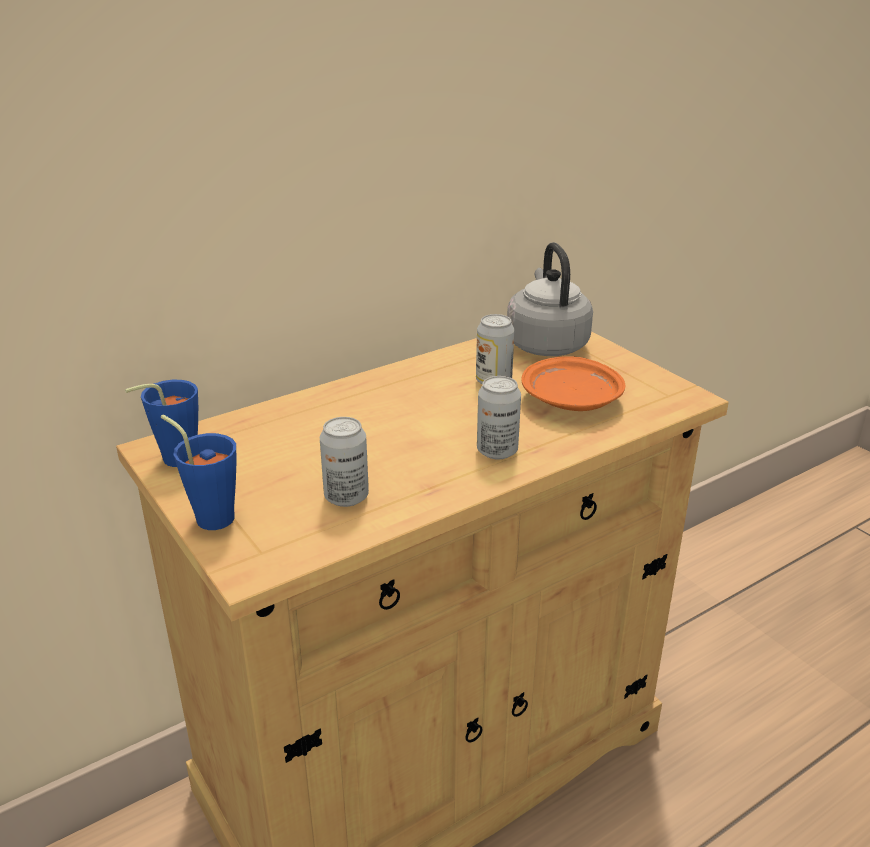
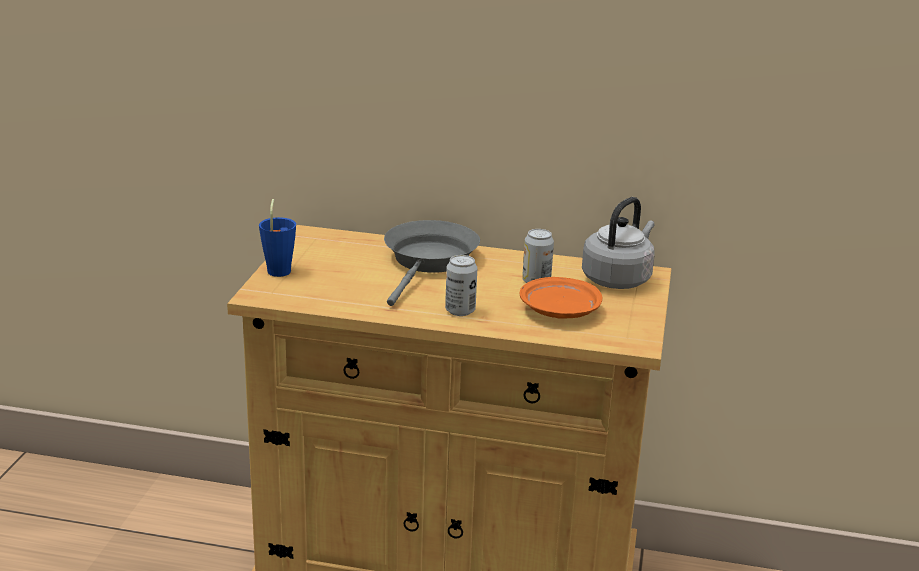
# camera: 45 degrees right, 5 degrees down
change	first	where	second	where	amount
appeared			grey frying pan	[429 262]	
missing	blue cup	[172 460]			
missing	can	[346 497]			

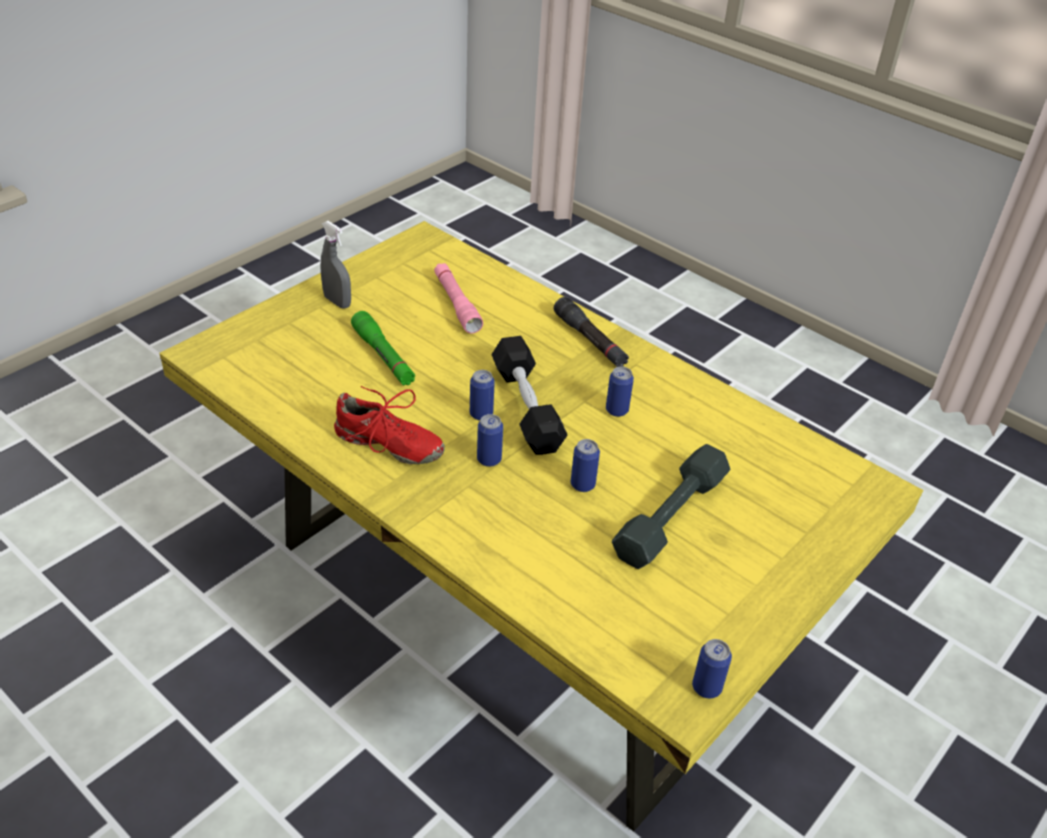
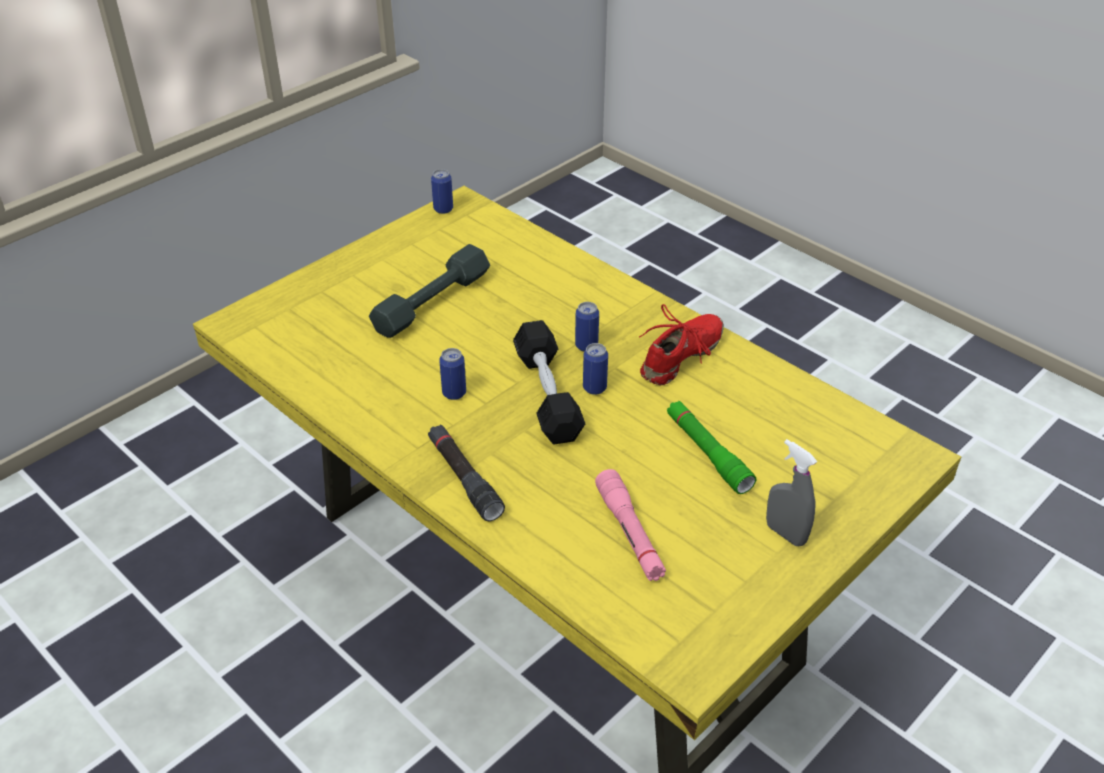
# camera: 175 degrees left, 0 degrees up
change	first	where	second	where	amount
spun	red shoe	[388 445]		[682 357]	105 degrees clockwise
missing	can	[582 484]			

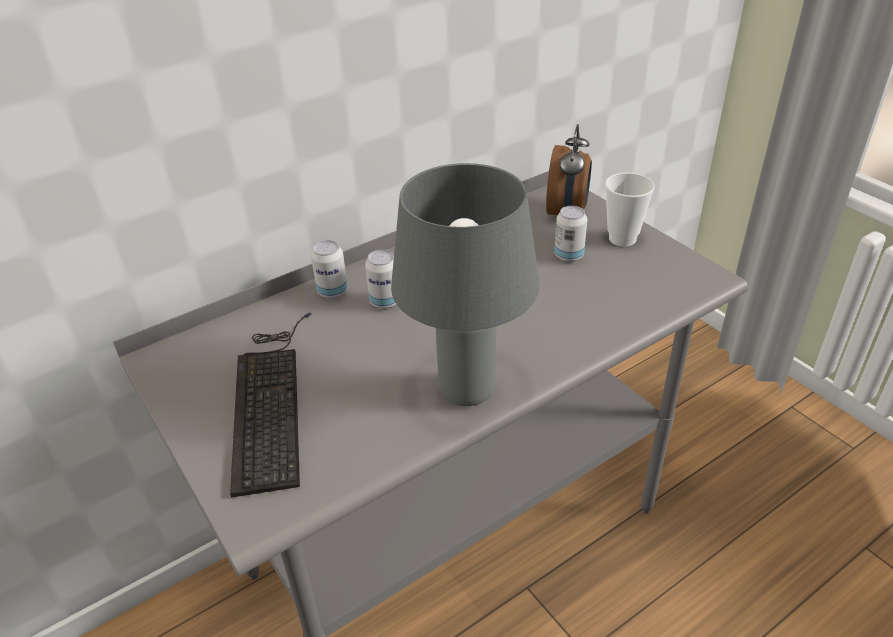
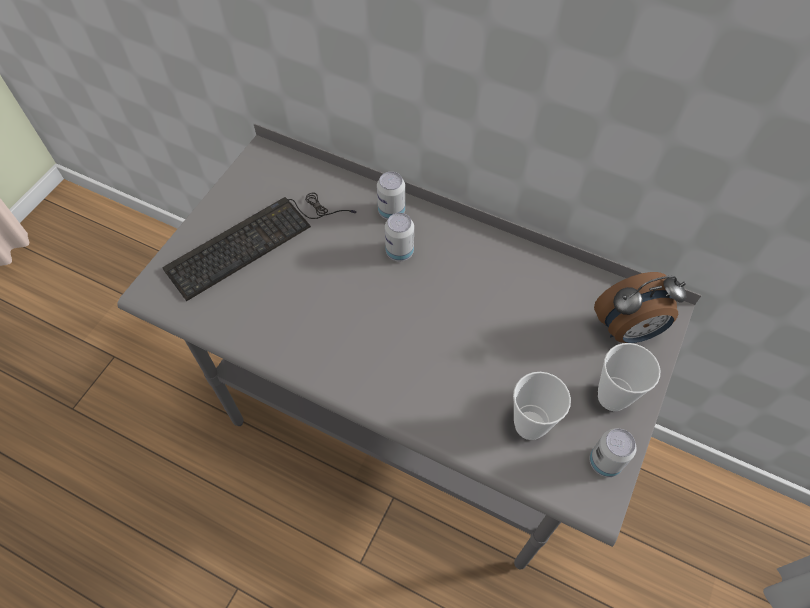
# camera: 60 degrees right, 20 degrees up
change	first	where	second	where	amount
appeared			cup	[530 425]	
relocated	can	[568 256]		[605 462]	
missing	grey table lamp	[466 390]			

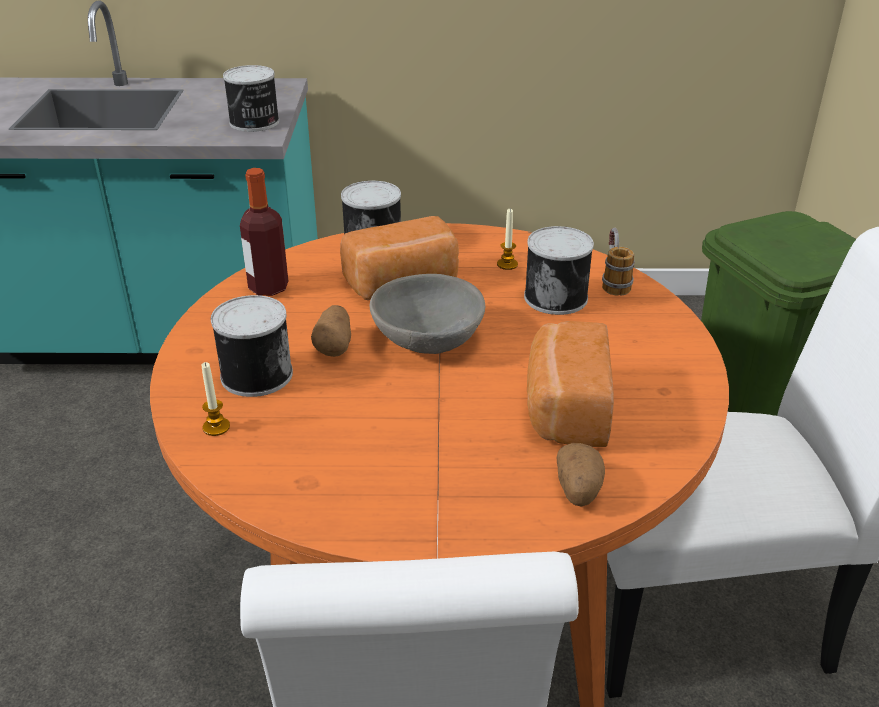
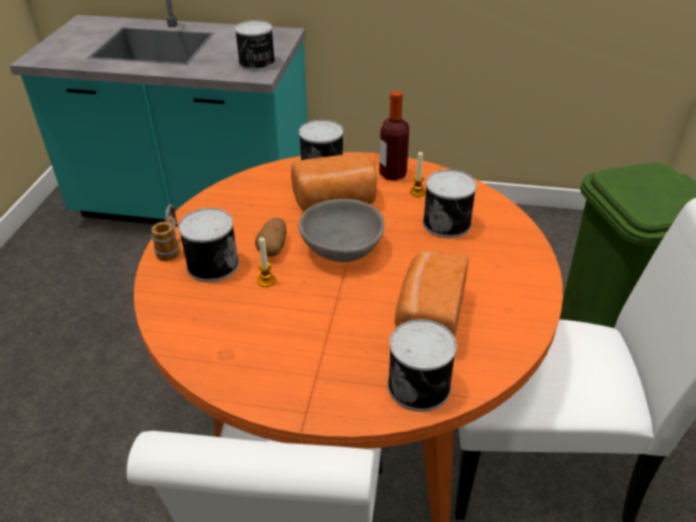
# camera: 10 degrees right, 5 degrees up
change	first	where	second	where	amount
relocated	mug	[613 281]		[171 247]	
relocated	candle	[216 427]		[266 280]	
relocated	bottle	[268 287]		[393 174]	
exchanged	potato	[578 490]	can	[420 385]	

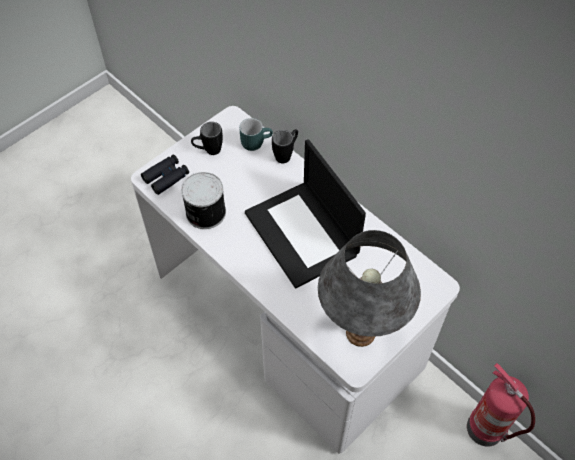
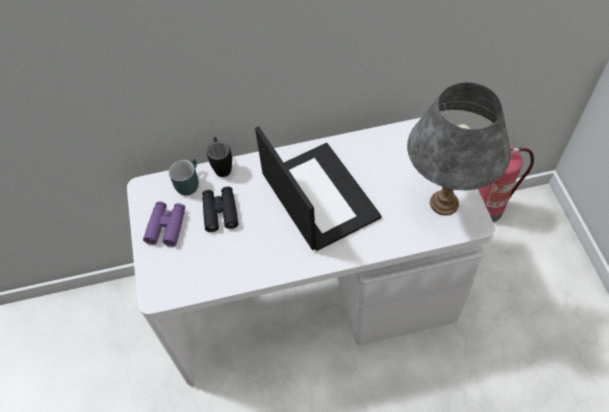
# camera: 55 degrees left, 0 degrees up
change	first	where	second	where	amount
exchanged	black mug	[208 151]	purple binoculars	[166 226]	
relocated	black binoculars	[166 177]		[220 212]	
spun	laptop	[303 234]		[318 196]	120 degrees counterclockwise
missing	can	[204 212]			

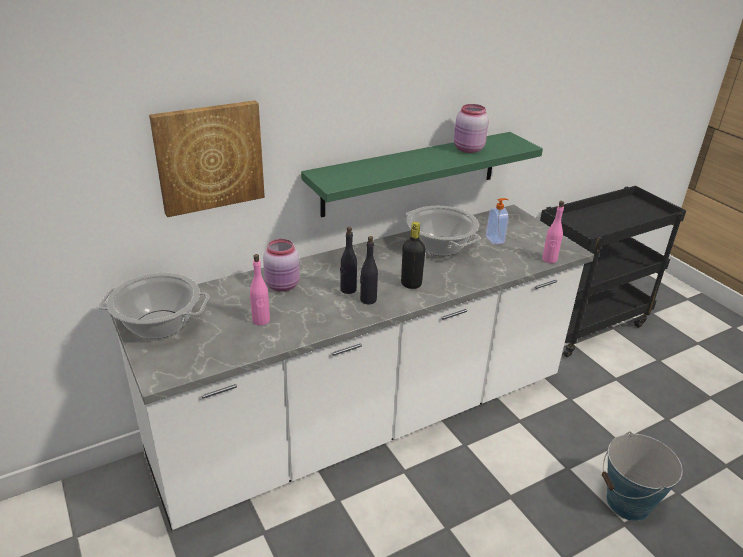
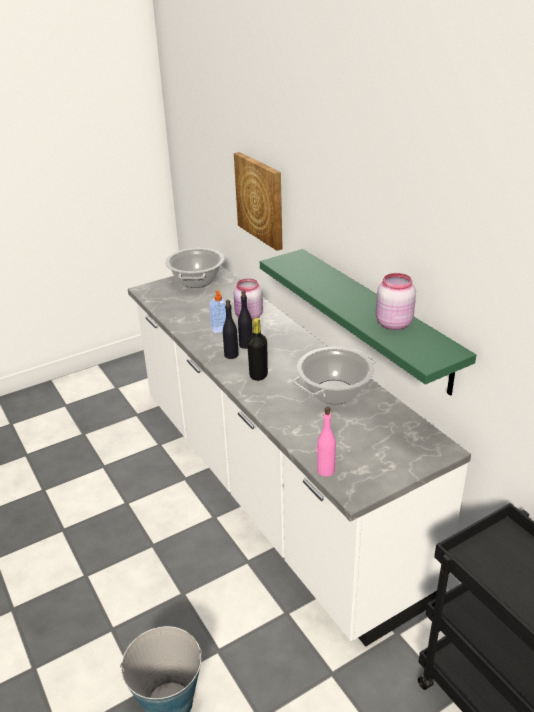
# camera: 90 degrees right, 0 degrees up
change	first	where	second	where	amount
relocated	soap dispenser	[495 239]		[220 329]	
missing	pink bottle	[261 320]			

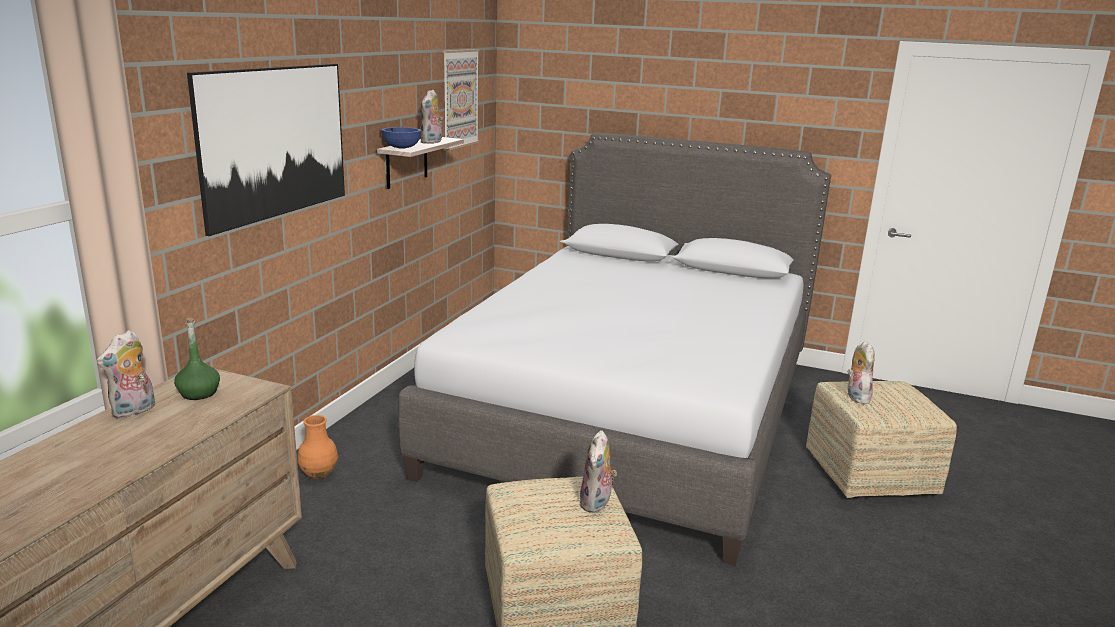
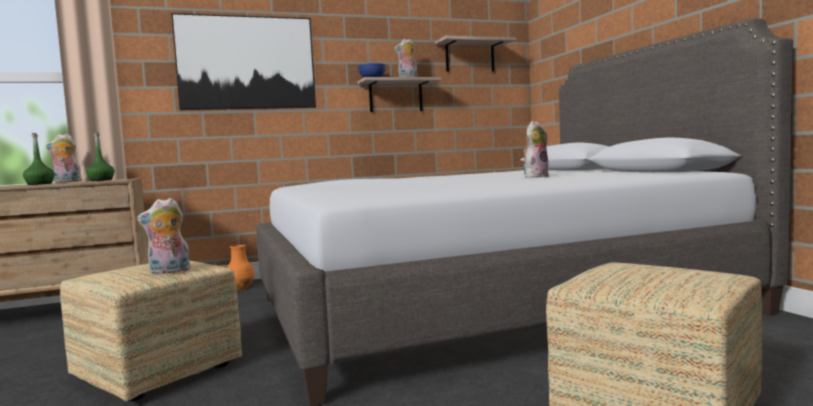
# camera: 50 degrees right, 15 degrees down
change	first	where	second	where	amount
appeared			green bottle	[40 184]	
exchanged	picture	[460 99]	shelf	[469 56]	
relocated	plush toy	[855 397]		[535 177]	

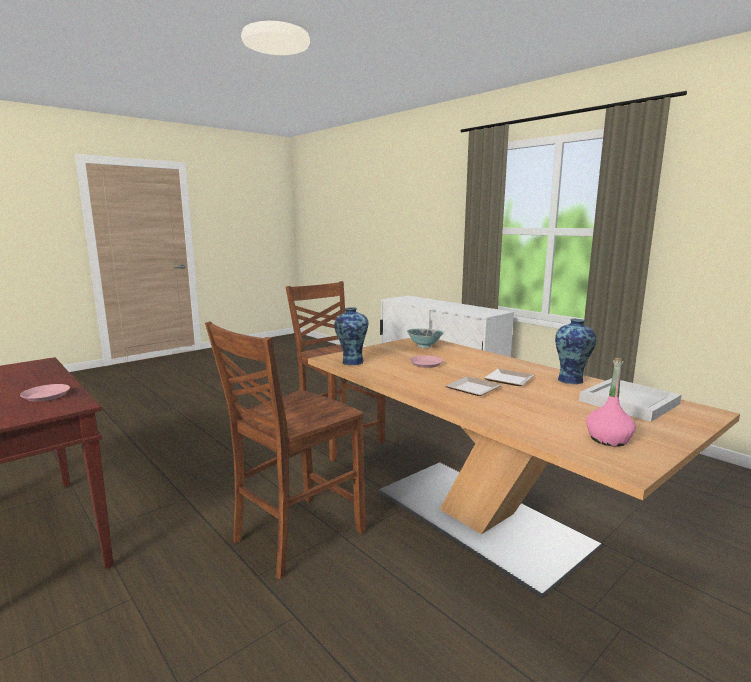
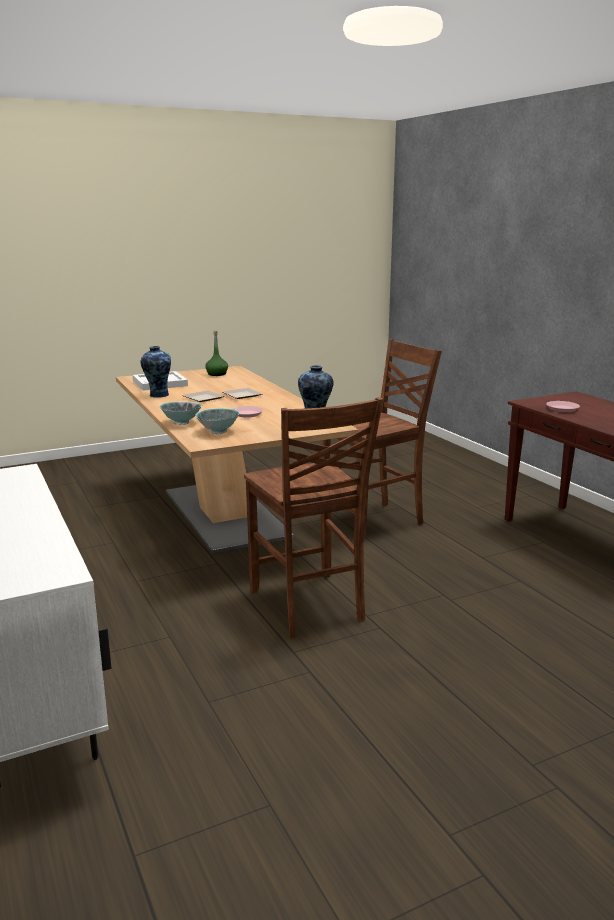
# camera: 165 degrees left, 5 degrees up
change	first	where	second	where	amount
appeared			bowl	[181 423]	
colour	pink bottle	[608 439]	green bottle	[217 374]	

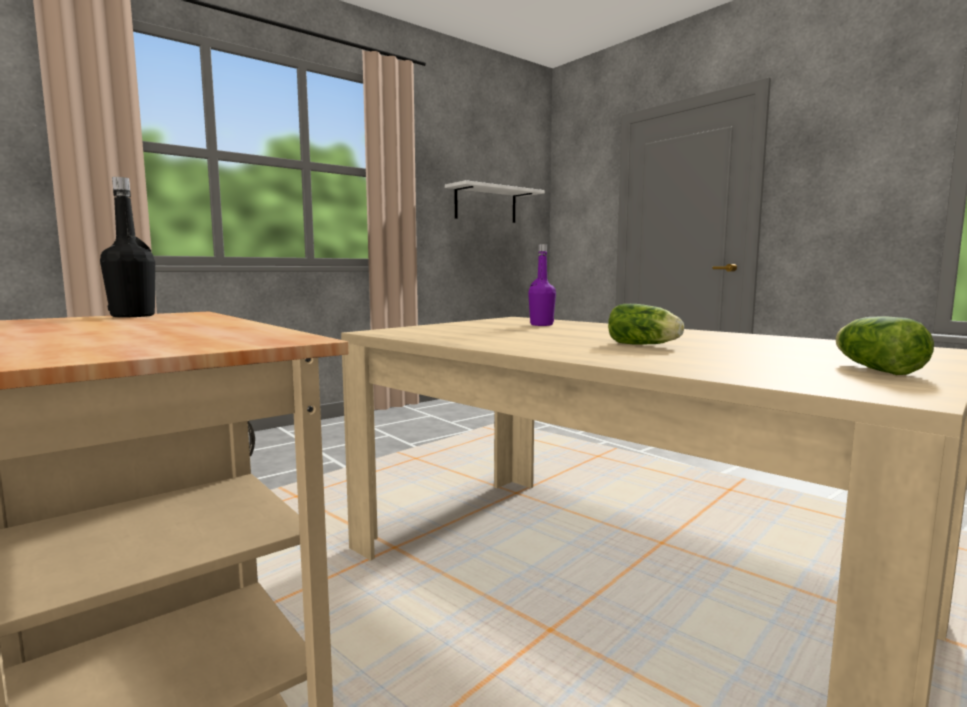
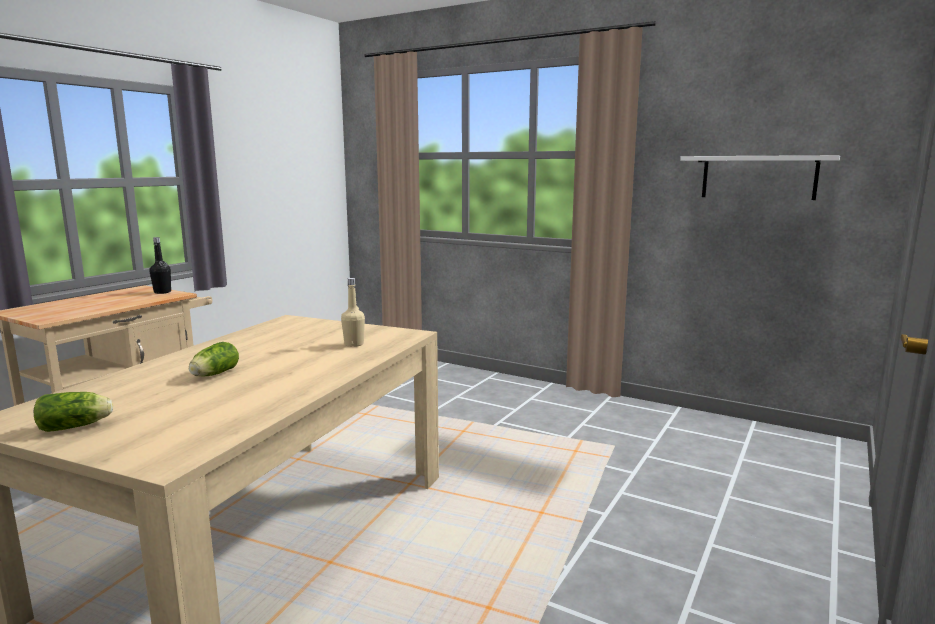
# camera: 70 degrees right, 5 degrees up
change	first	where	second	where	amount
colour	purple bottle	[541 325]	beige bottle	[354 344]	

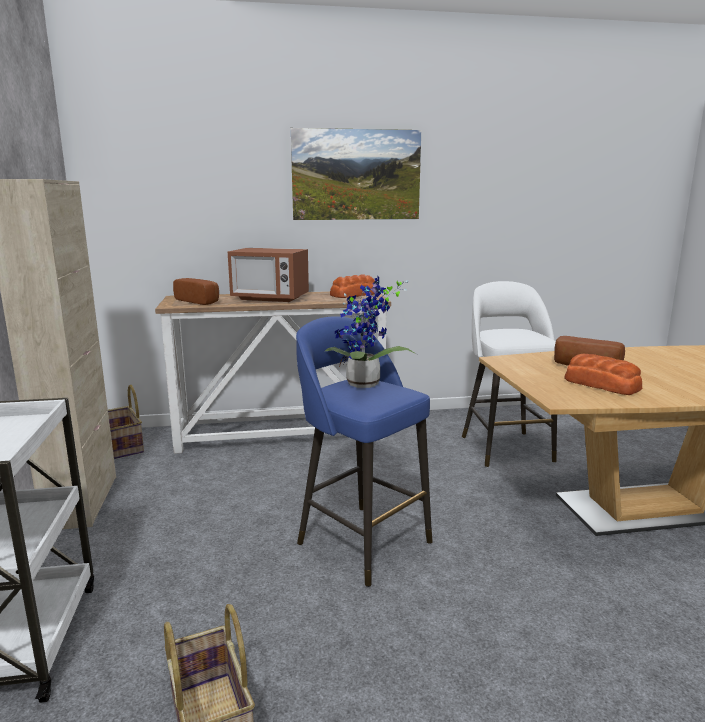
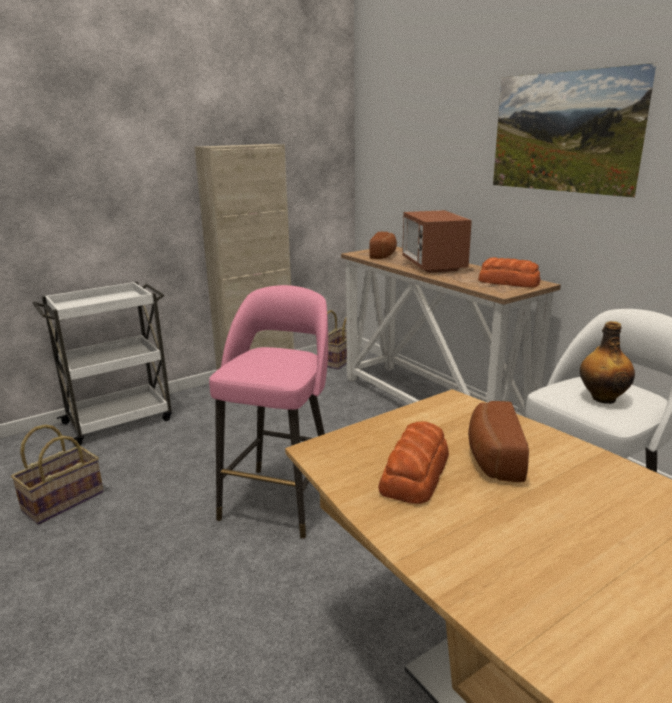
# camera: 65 degrees right, 5 degrees up
change	first	where	second	where	amount
colour	blue stool	[361 541]	pink stool	[280 499]	
appeared			bottle	[602 398]	
missing	potted plant	[364 385]			

